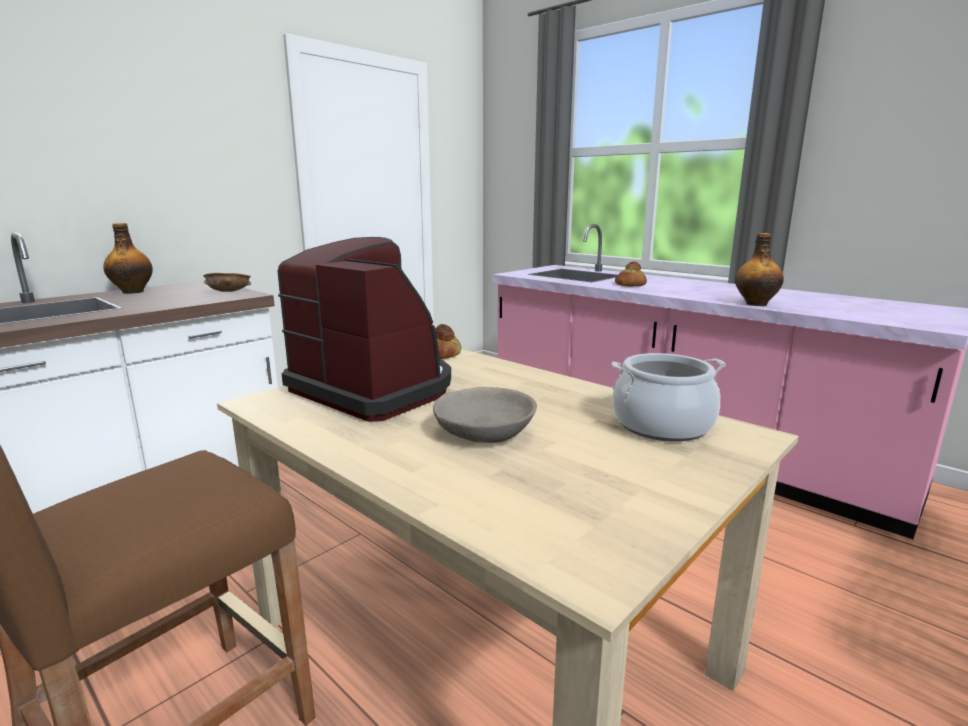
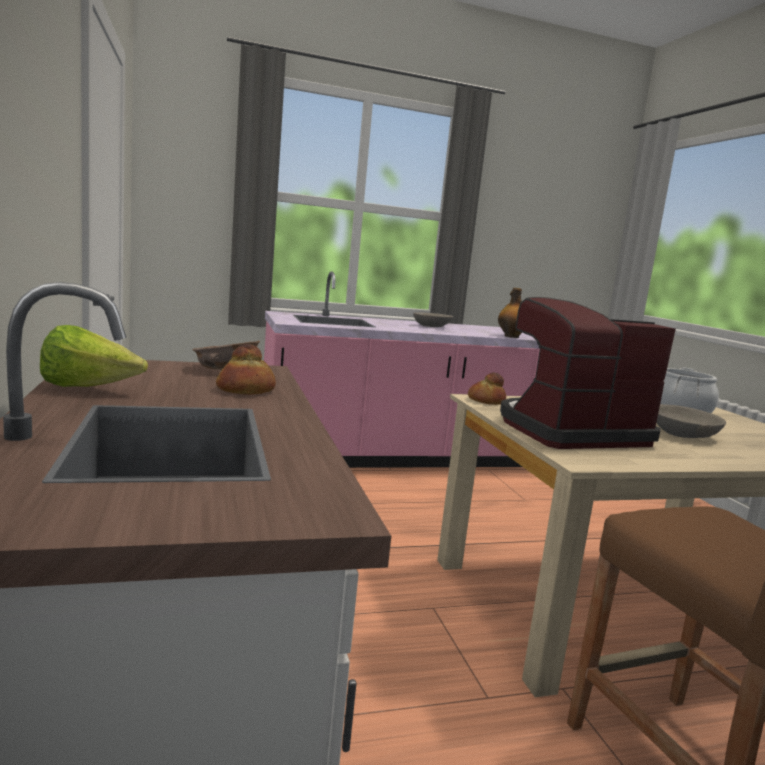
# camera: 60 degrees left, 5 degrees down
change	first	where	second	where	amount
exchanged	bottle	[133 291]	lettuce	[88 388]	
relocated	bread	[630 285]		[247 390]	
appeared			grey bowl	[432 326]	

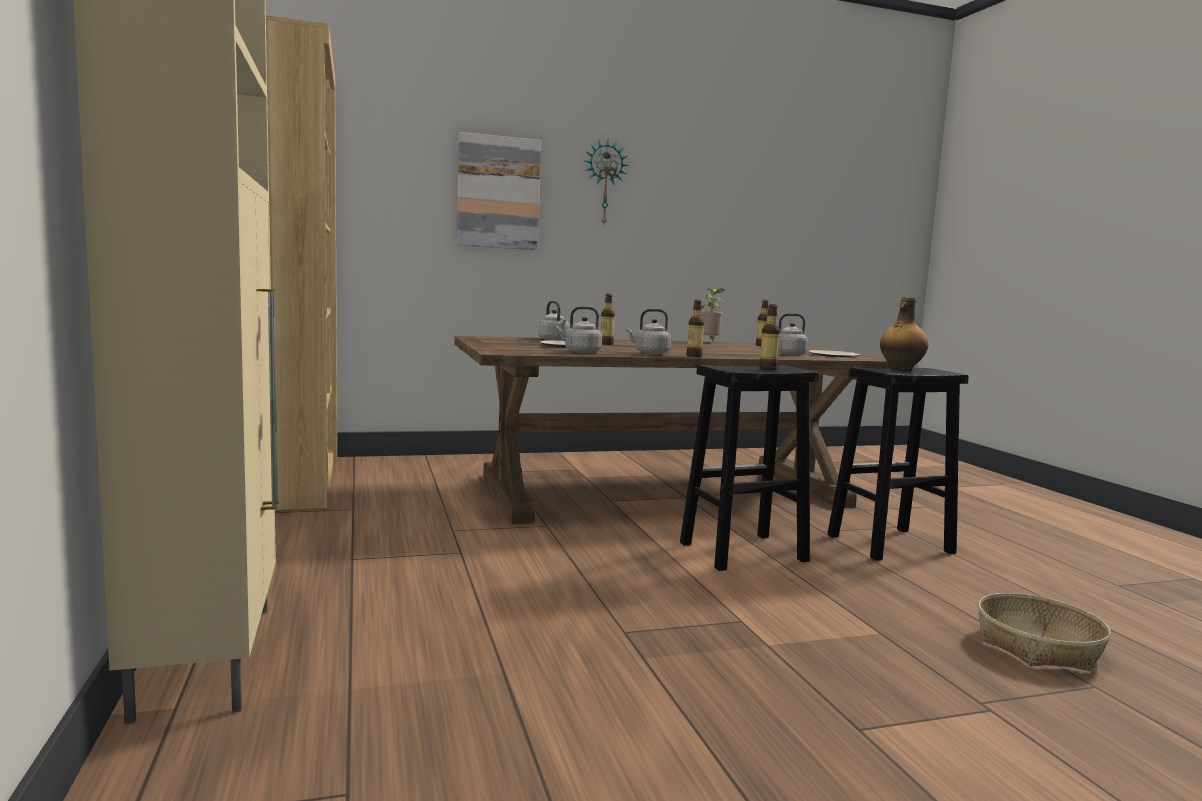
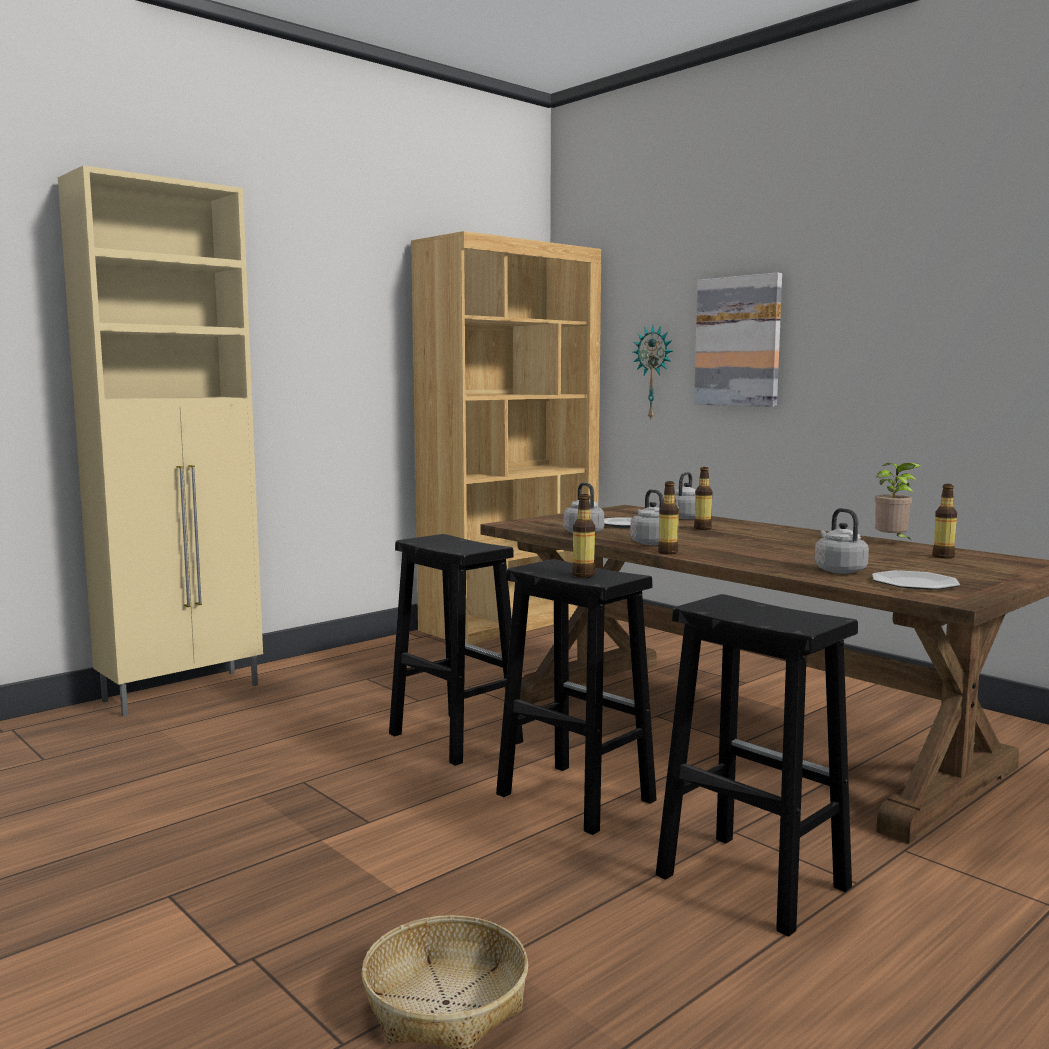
# camera: 65 degrees right, 0 degrees up
change	first	where	second	where	amount
appeared			black stool	[453 737]	
relocated	wall clock	[604 183]		[654 373]	
missing	bottle	[900 370]			

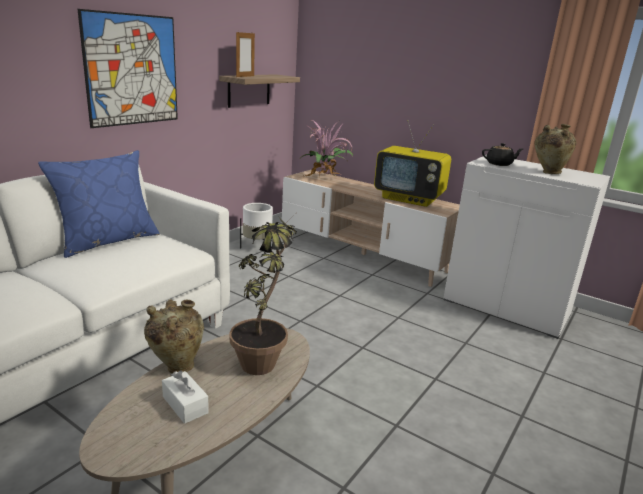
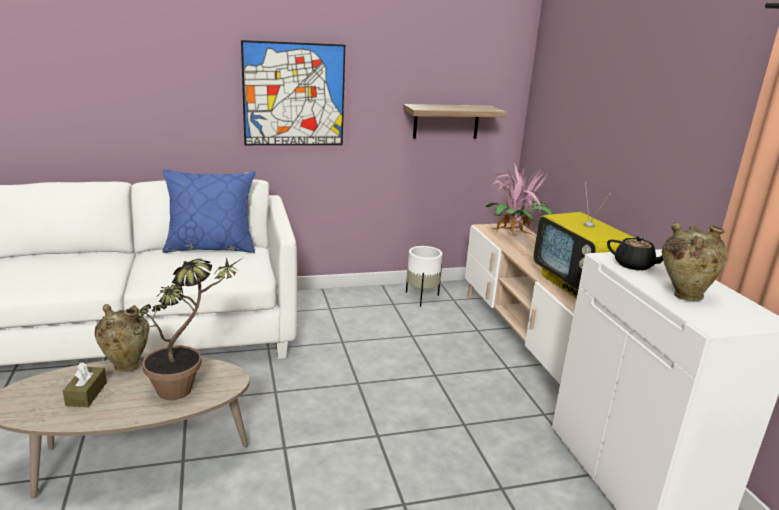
# camera: 40 degrees right, 0 degrees up
change	first	where	second	where	amount
colour	white tissue box	[185 405]	brown tissue box	[86 394]	
missing	picture frame	[245 76]			

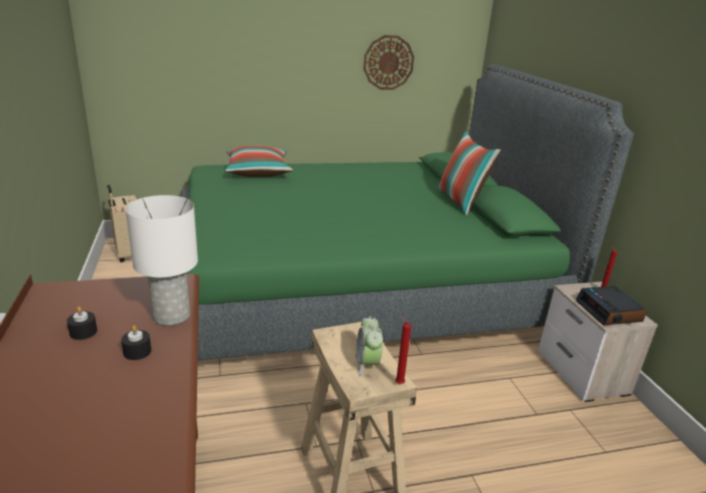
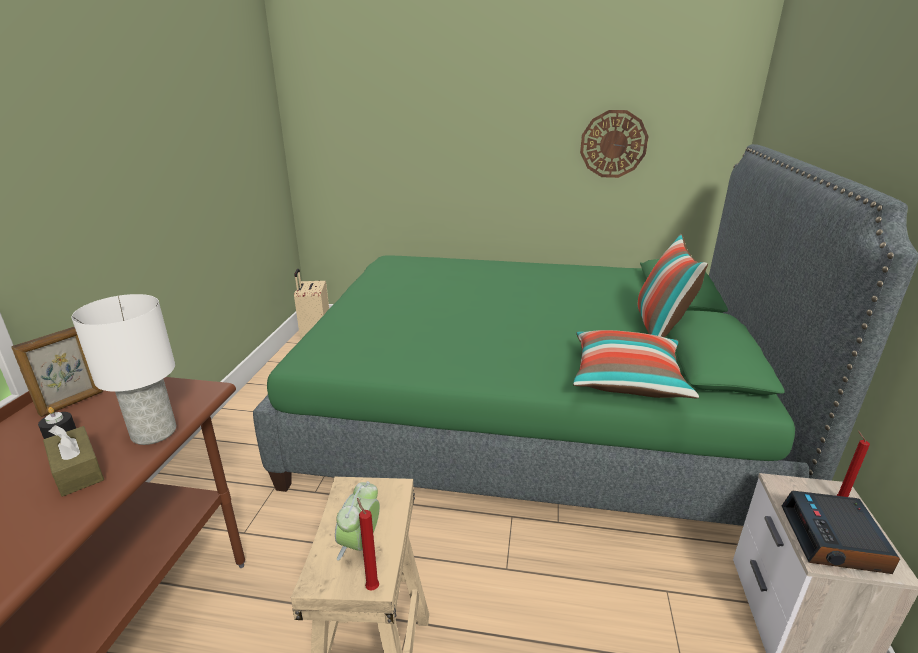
# camera: 25 degrees right, 0 degrees up
change	first	where	second	where	amount
appeared			picture frame	[72 403]	
exchanged	black candle	[137 351]	brown tissue box	[77 471]	
relocated	pillow	[258 172]		[626 379]	

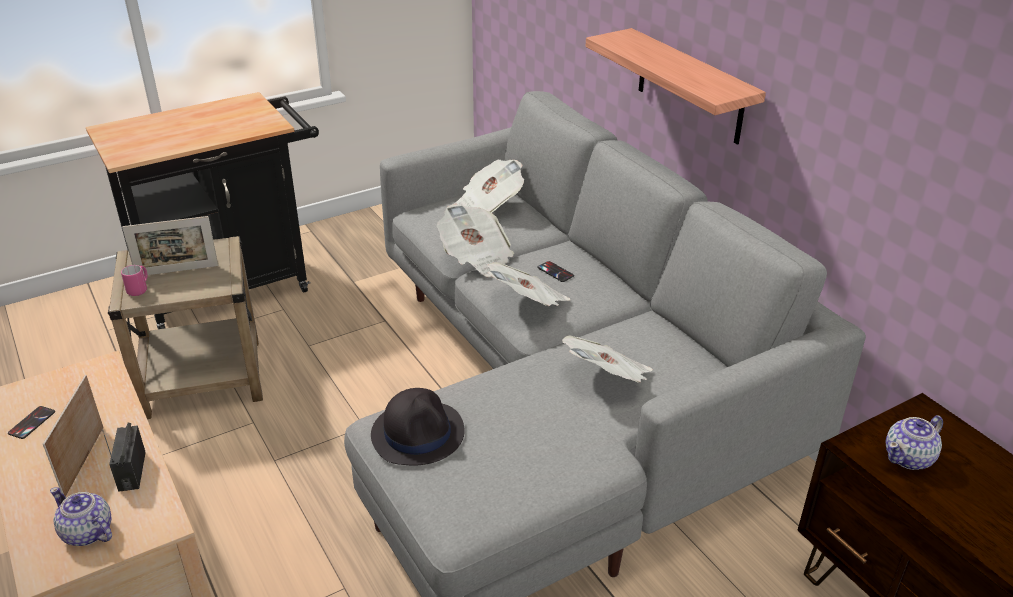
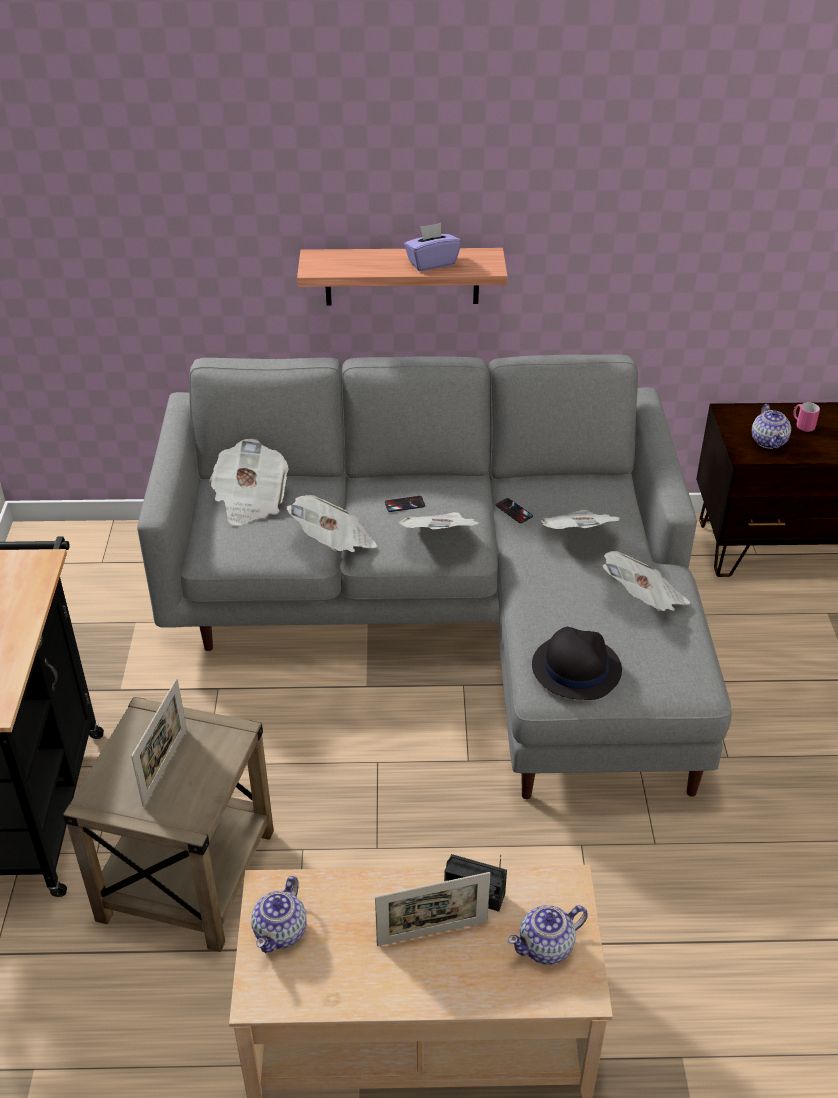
# camera: 60 degrees left, 5 degrees up
change	first	where	second	where	amount
appeared			teapot	[281 931]	
spun	picture frame	[84 461]		[432 933]	45 degrees counterclockwise
appeared			purple tissue box	[432 263]	
relocated	phone	[32 422]		[514 511]	
appeared			newspaper	[643 600]	
relocated	pink mug	[139 289]		[802 425]	

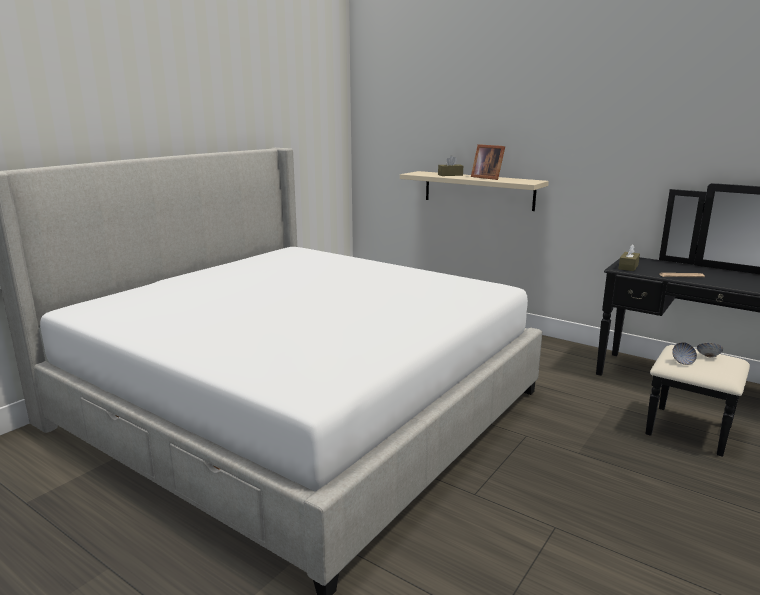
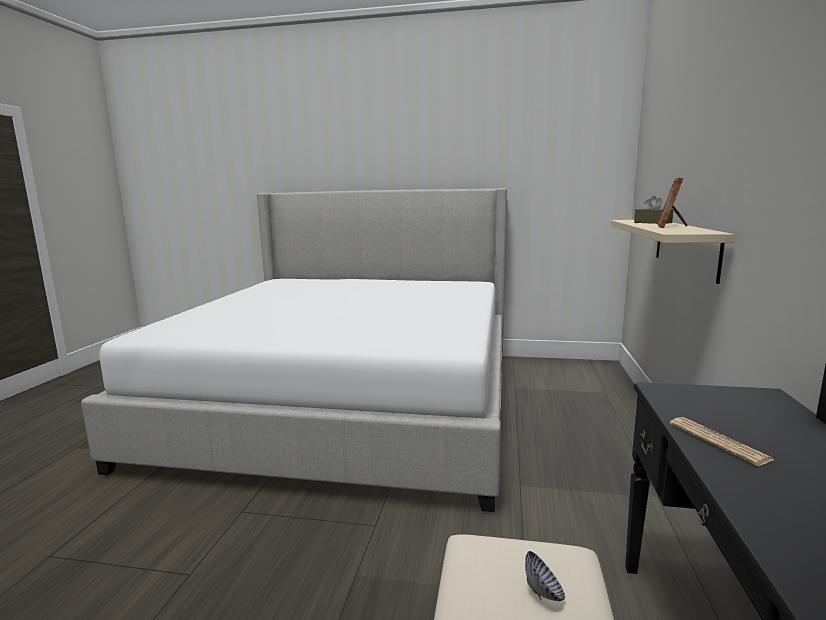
# camera: 65 degrees right, 5 degrees down
change	first	where	second	where	amount
missing	brown tissue box	[628 267]			
missing	bowl	[682 361]			

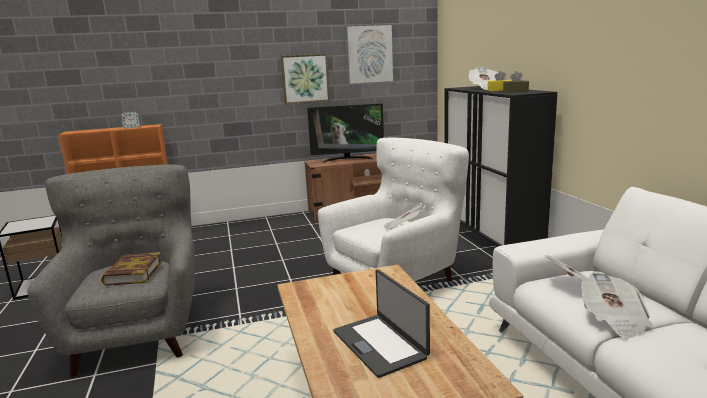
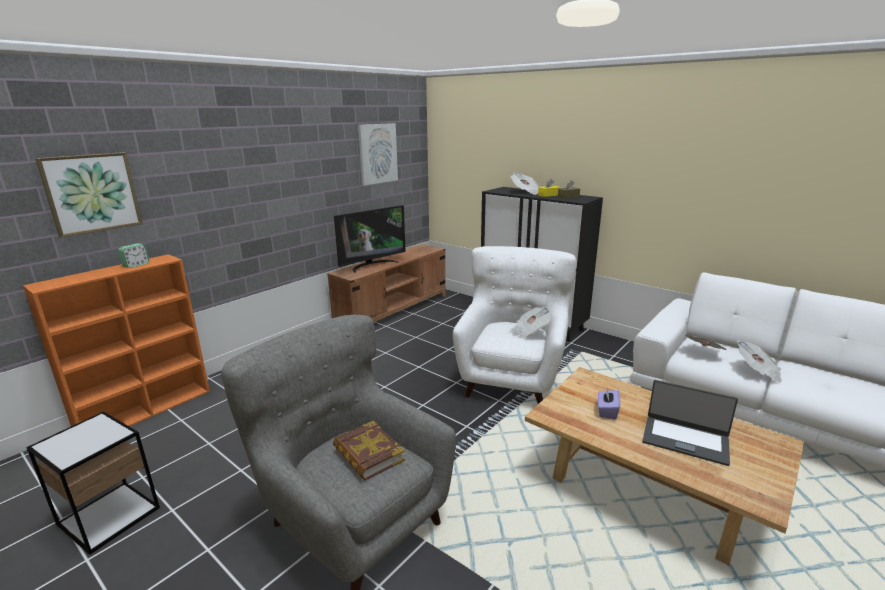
# camera: 35 degrees left, 5 degrees up
change	first	where	second	where	amount
relocated	picture	[305 78]		[92 193]	
appeared			purple tissue box	[607 411]	

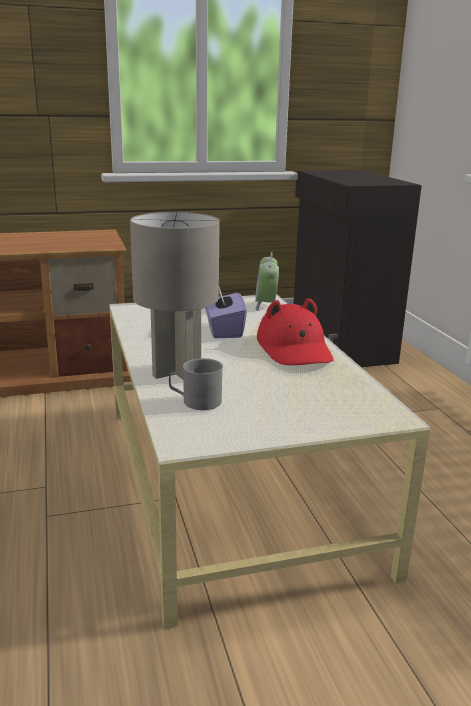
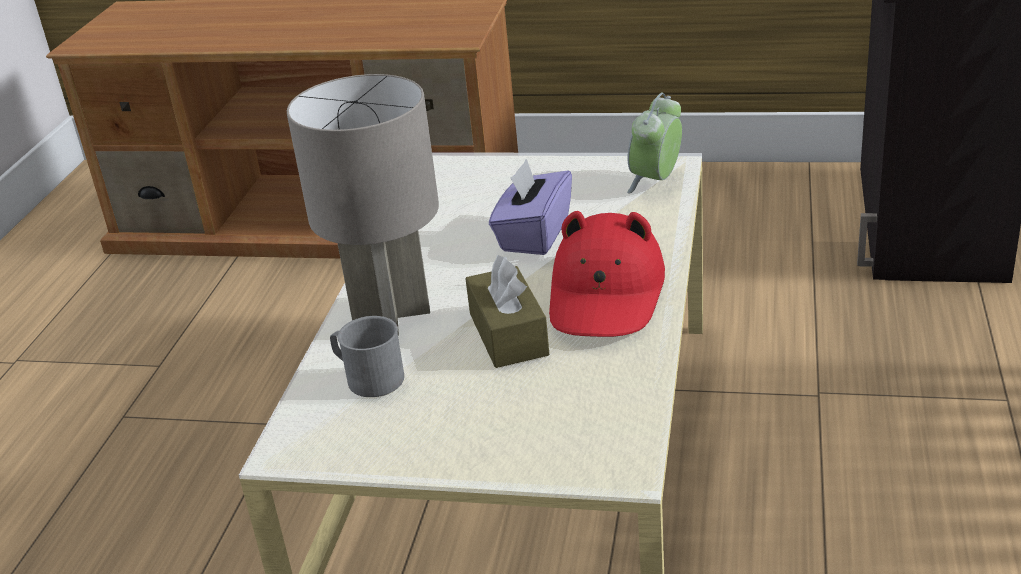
# camera: 30 degrees right, 10 degrees up
change	first	where	second	where	amount
appeared			brown tissue box	[508 334]	

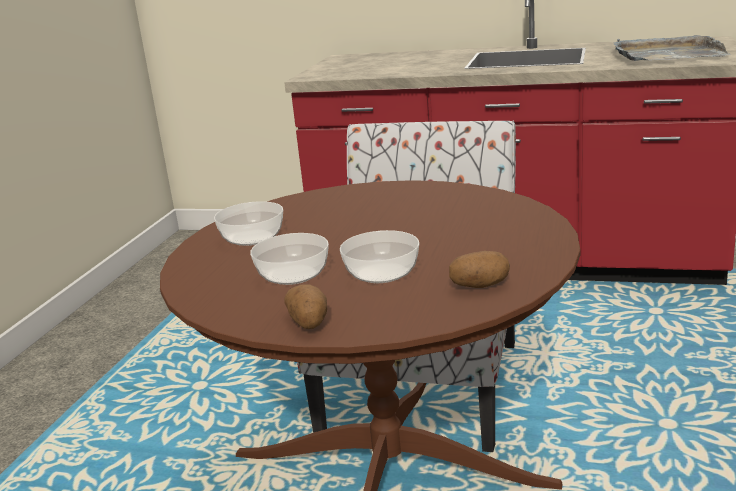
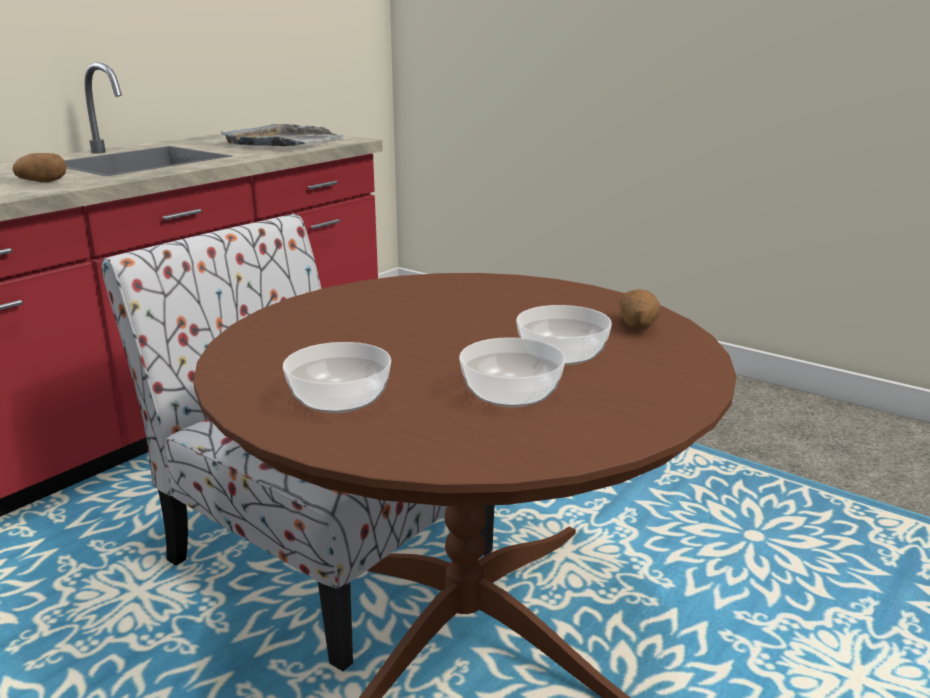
# camera: 70 degrees left, 0 degrees up
change	first	where	second	where	amount
relocated	potato	[309 323]		[43 182]	

